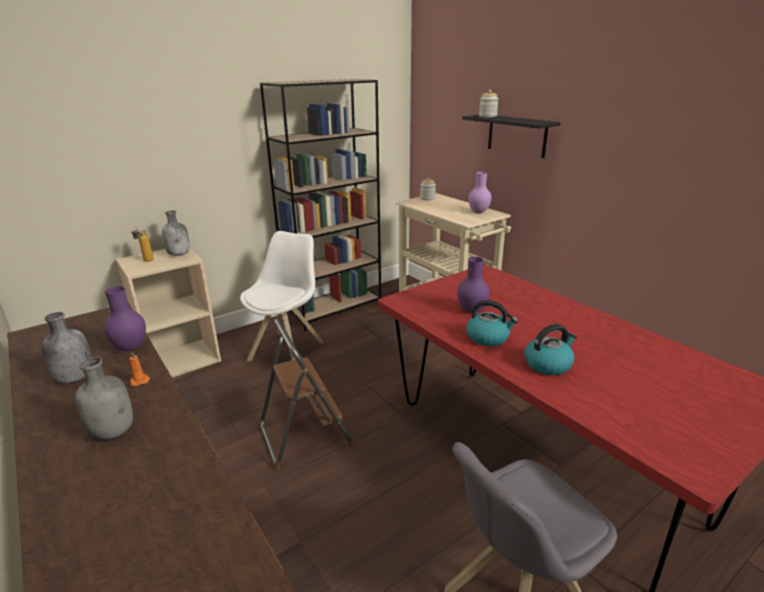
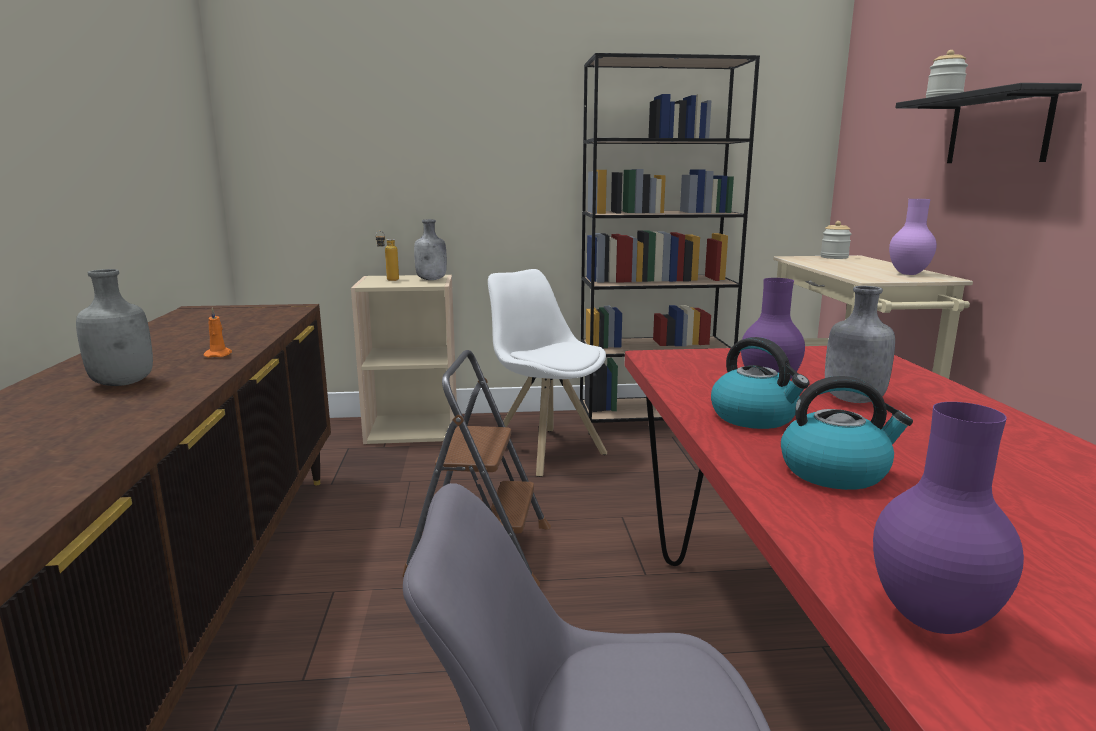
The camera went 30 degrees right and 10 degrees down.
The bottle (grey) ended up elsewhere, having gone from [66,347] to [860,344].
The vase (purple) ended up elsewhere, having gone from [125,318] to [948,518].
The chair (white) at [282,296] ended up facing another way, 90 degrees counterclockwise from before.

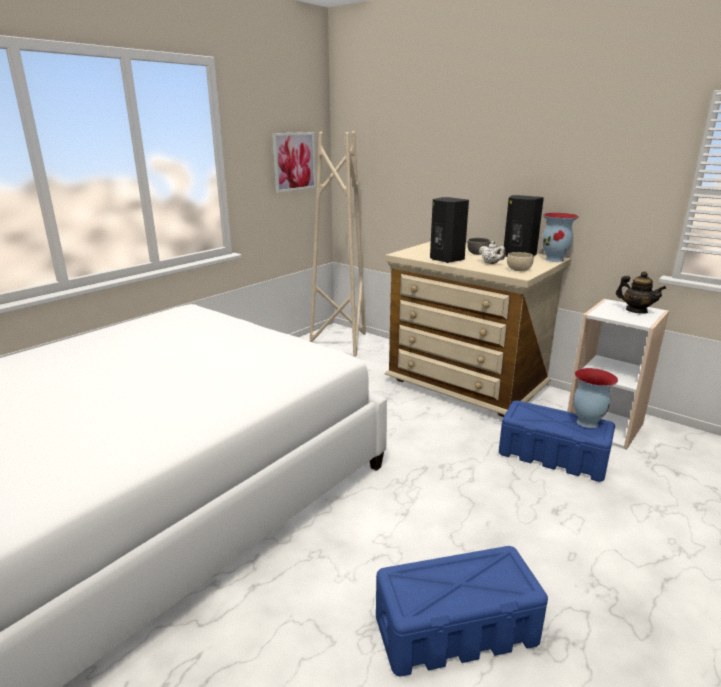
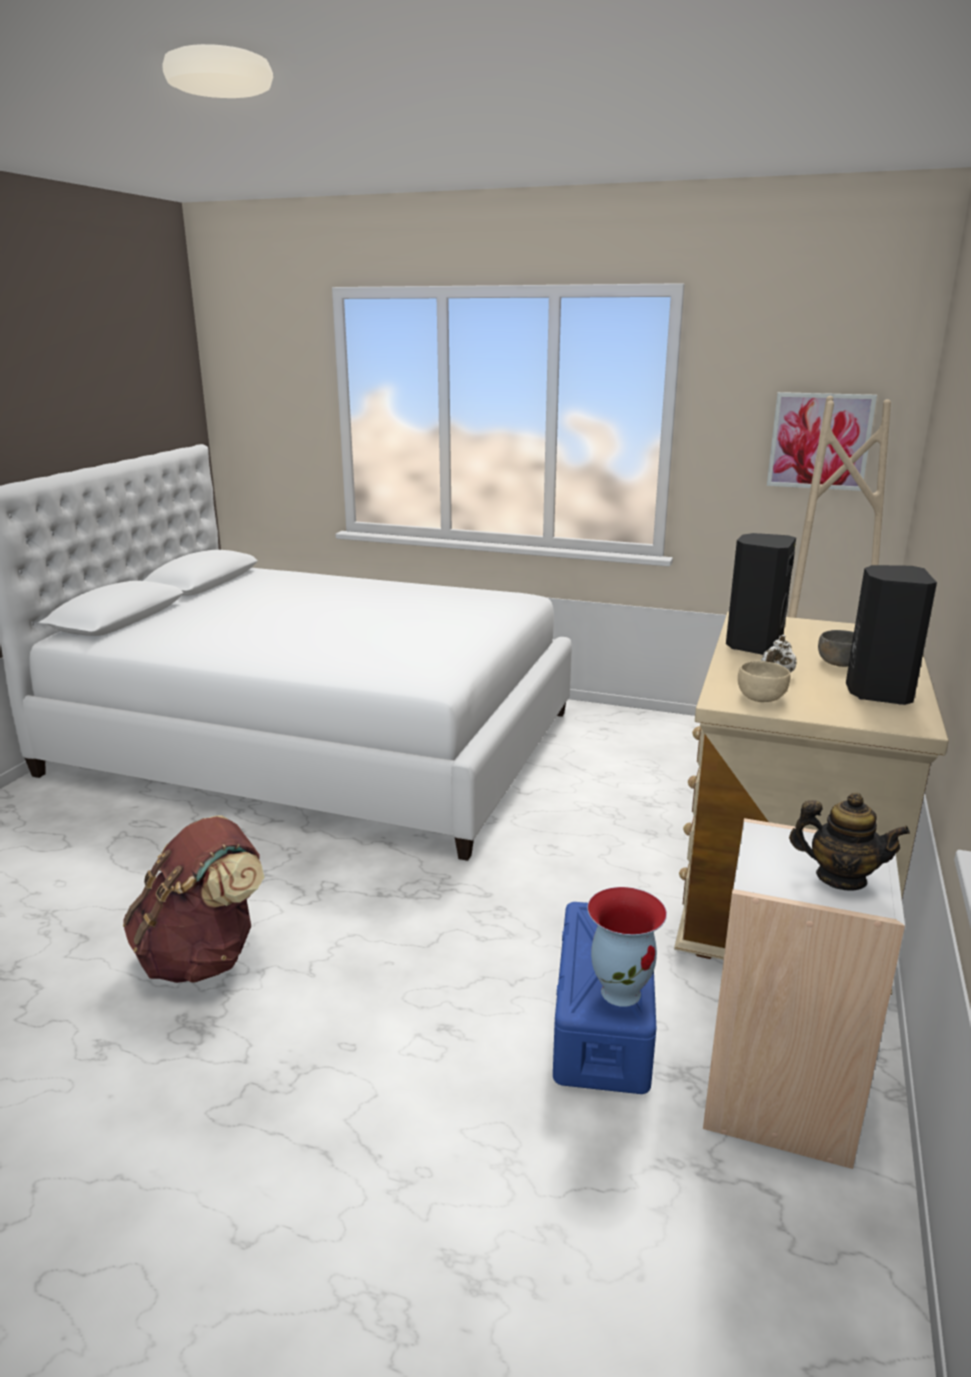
The camera went 70 degrees right and 0 degrees up.
The second view lost the vase at [560,237].
Where the storage box (blue) stood at [462,611], the backpack (brown) came to stand at [194,899].
The teapot at [641,292] ended up facing another way, 90 degrees counterclockwise from before.

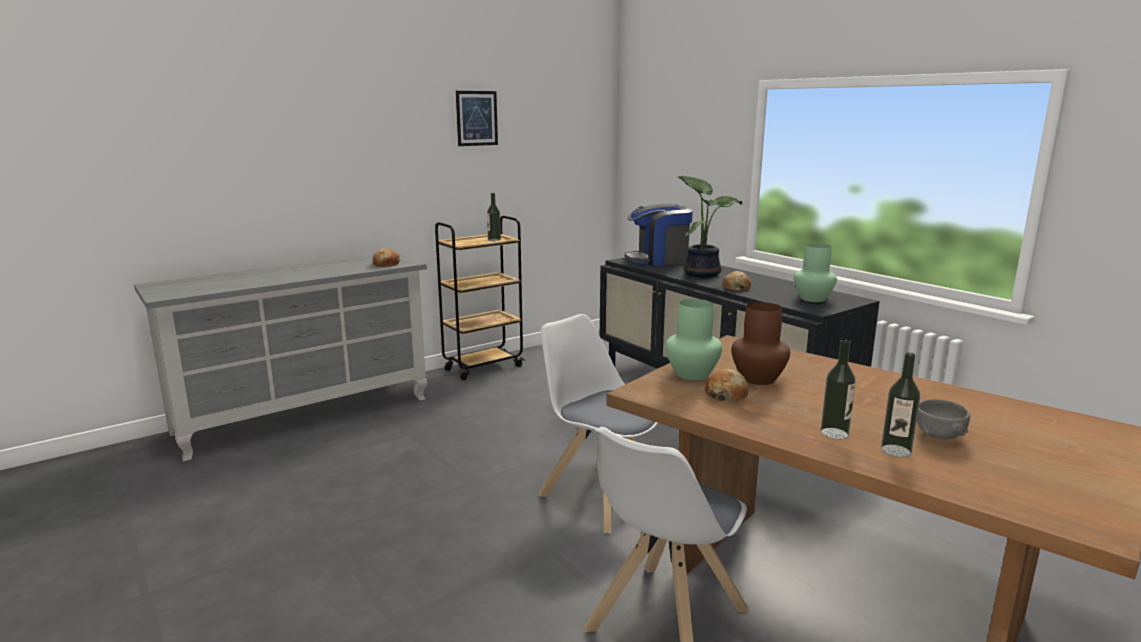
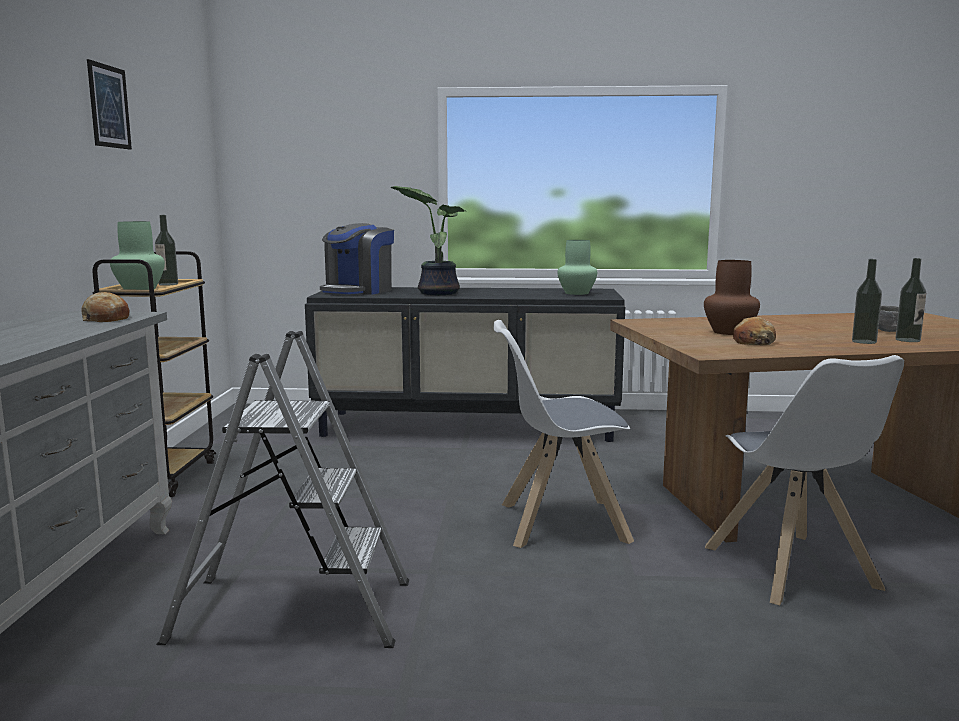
The camera went 50 degrees left and 5 degrees down.
The second view lost the bread at [737,281].
The second view gained the step ladder (grey) at [282,489].
The vase (green) ended up elsewhere, having gone from [693,339] to [137,255].

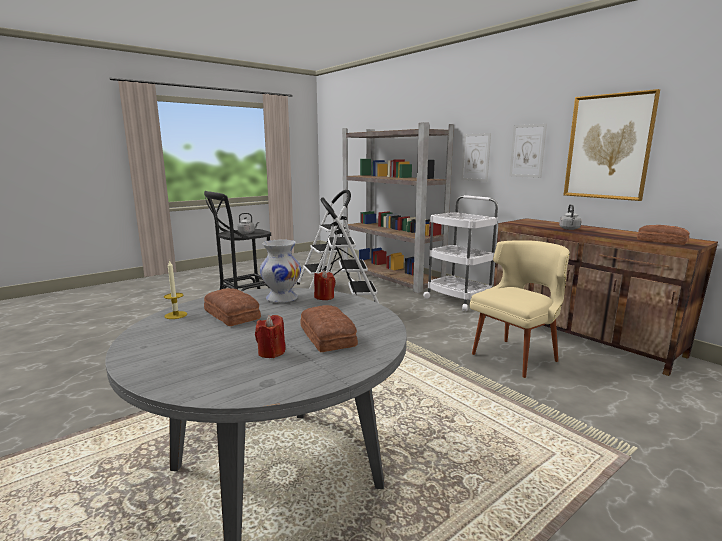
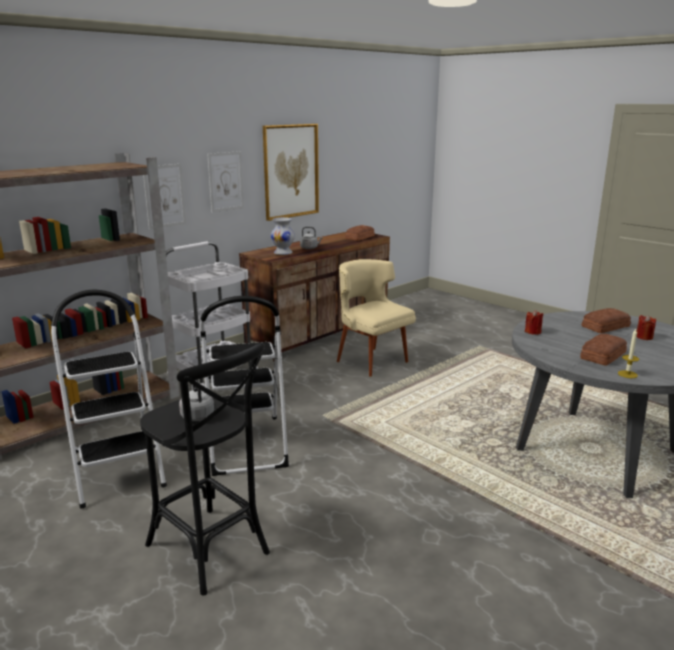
The camera went 95 degrees left and 5 degrees up.
The vase (white) ended up elsewhere, having gone from [280,271] to [283,236].

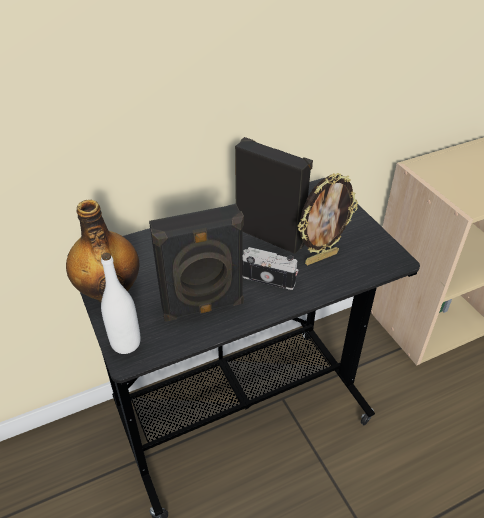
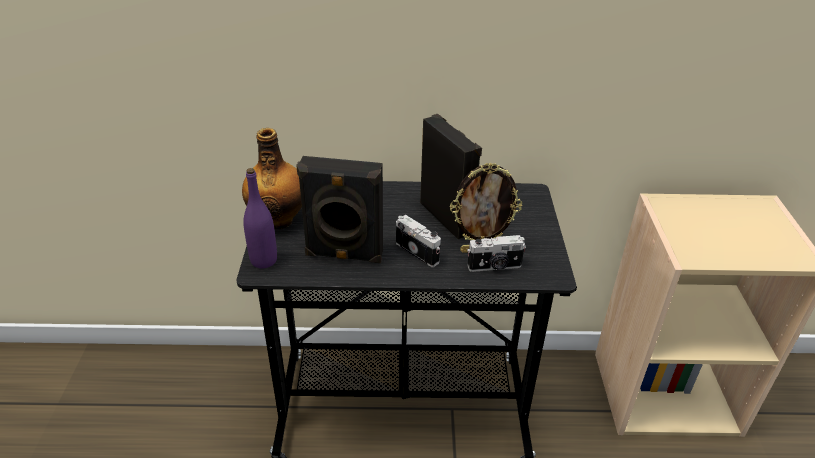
The camera went 25 degrees right and 5 degrees down.
The second view gained the photo camera at [496,253].
What was the bottle (white) at [121,303] turned into the bottle (purple) at [260,218].

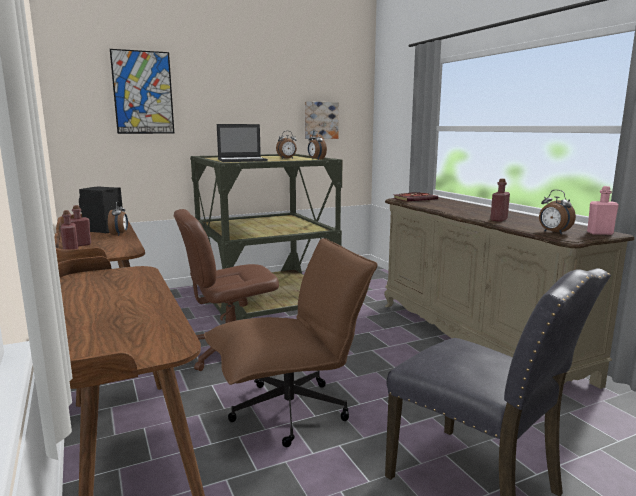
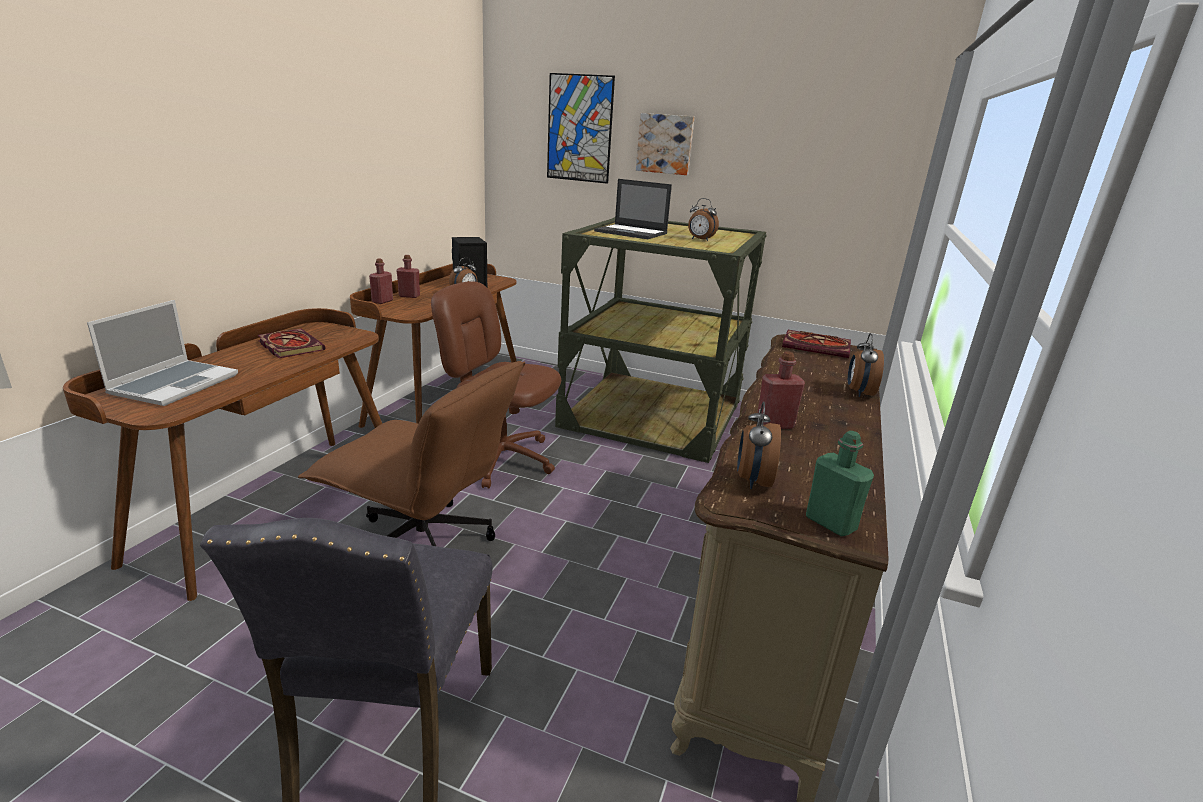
The camera went 45 degrees right and 10 degrees up.
The second view gained the laptop at [162,353].
The second view gained the book at [292,343].
The picture ended up elsewhere, having gone from [322,120] to [665,144].
The alarm clock ended up elsewhere, having gone from [317,145] to [866,365].
What was the bottle (pink) at [603,210] turned into the bottle (green) at [840,483].

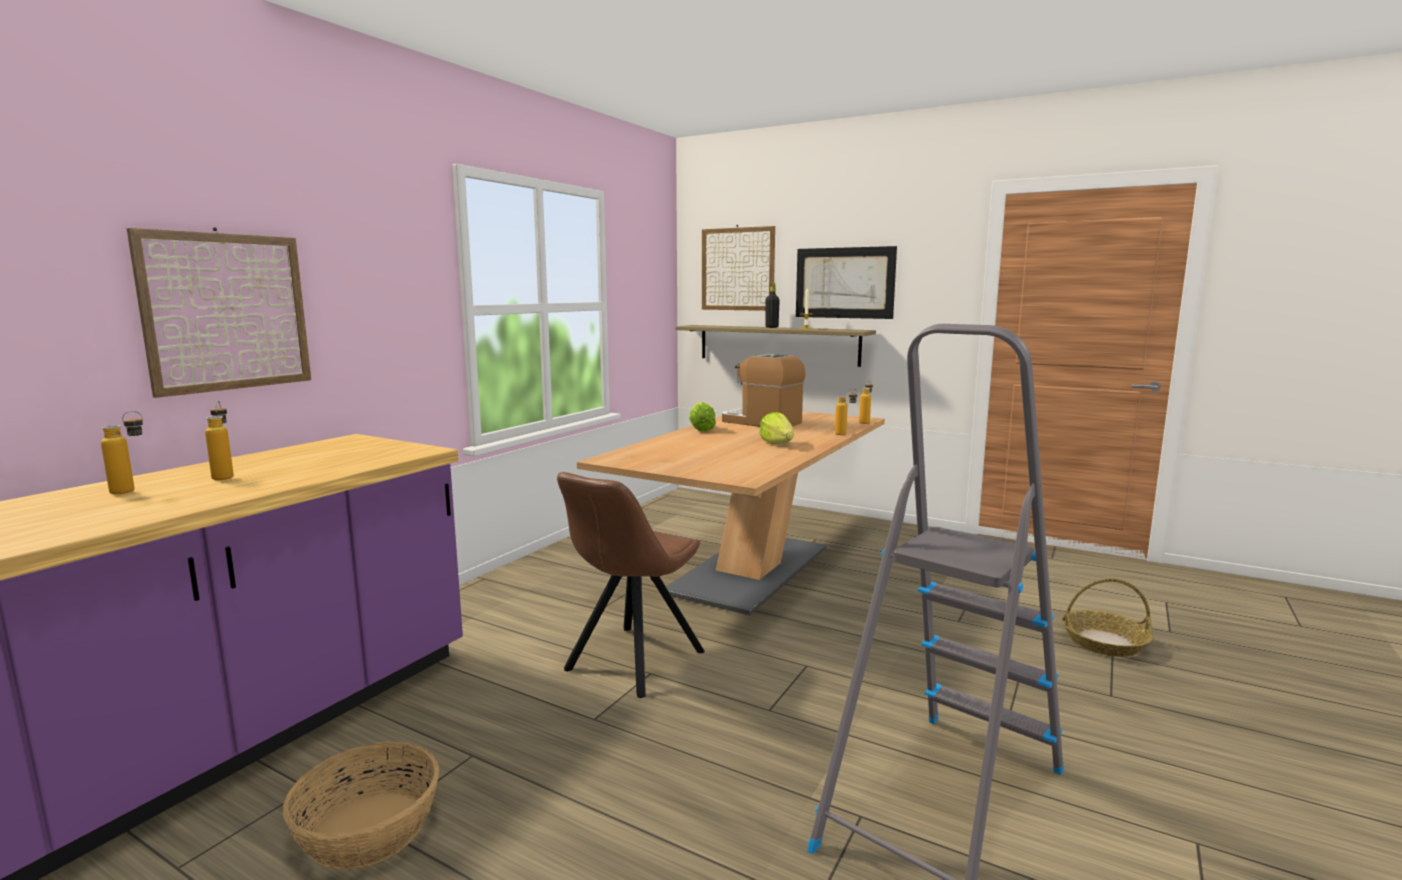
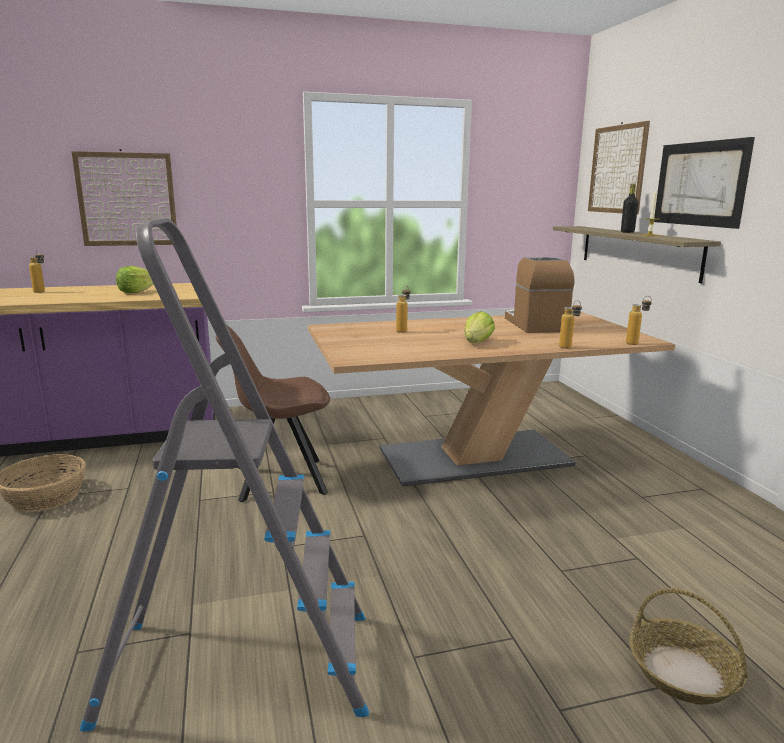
The camera went 45 degrees right and 5 degrees up.
The bottle ended up elsewhere, having gone from [219,440] to [403,309].
The lettuce ended up elsewhere, having gone from [702,417] to [134,279].

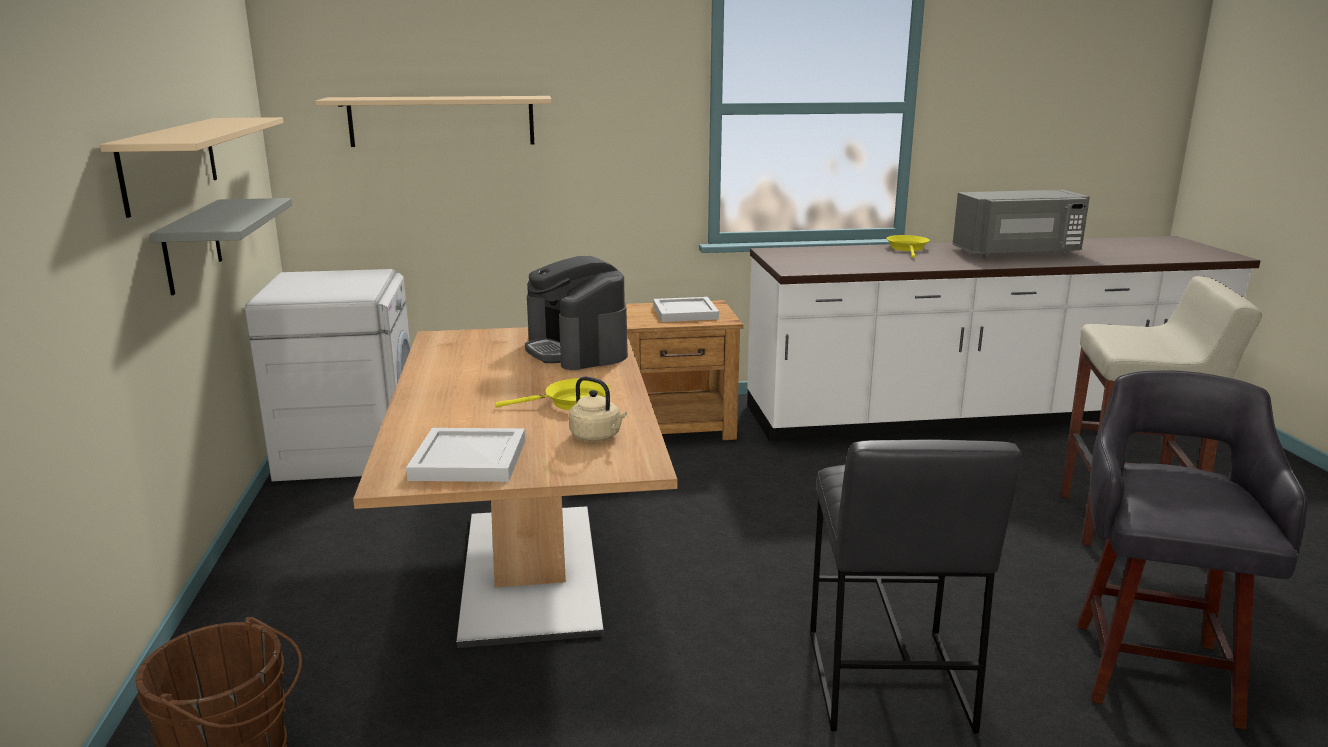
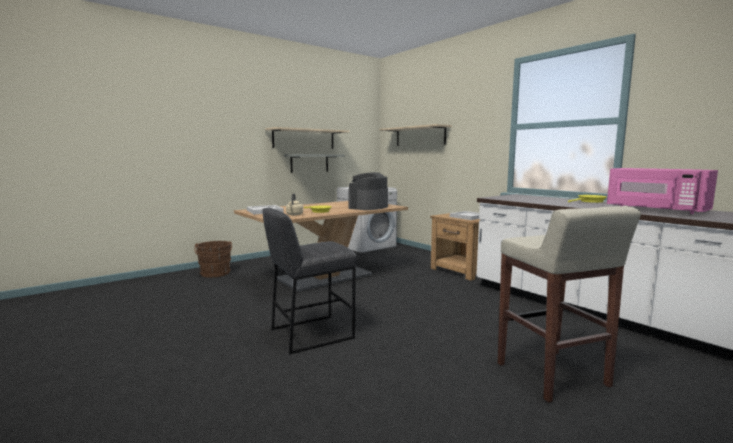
The camera went 60 degrees right and 10 degrees down.
The second view lost the stool (grey) at [1192,550].
What was the microwave (grey) at [1021,223] turned into the microwave (pink) at [662,191].

